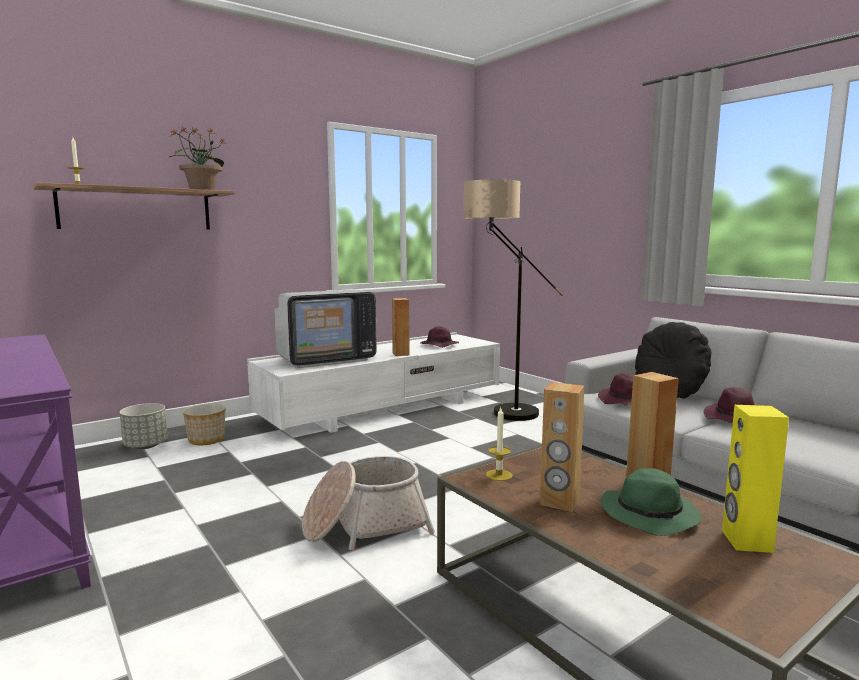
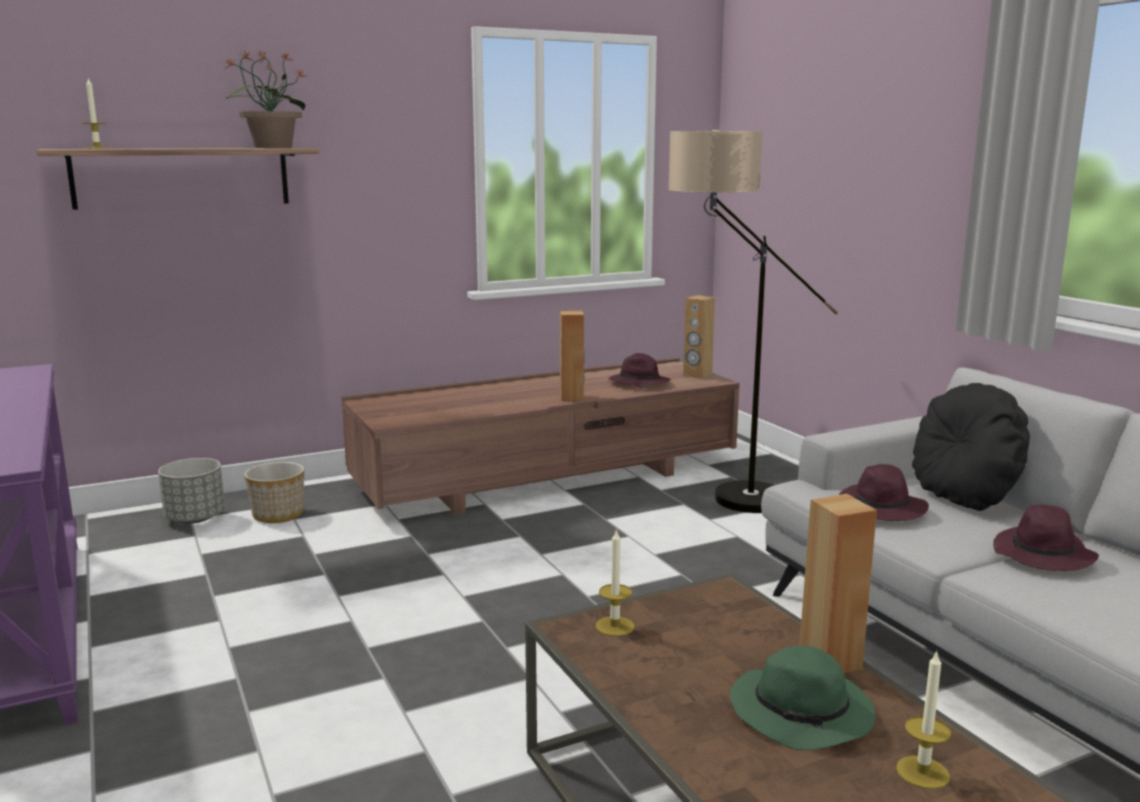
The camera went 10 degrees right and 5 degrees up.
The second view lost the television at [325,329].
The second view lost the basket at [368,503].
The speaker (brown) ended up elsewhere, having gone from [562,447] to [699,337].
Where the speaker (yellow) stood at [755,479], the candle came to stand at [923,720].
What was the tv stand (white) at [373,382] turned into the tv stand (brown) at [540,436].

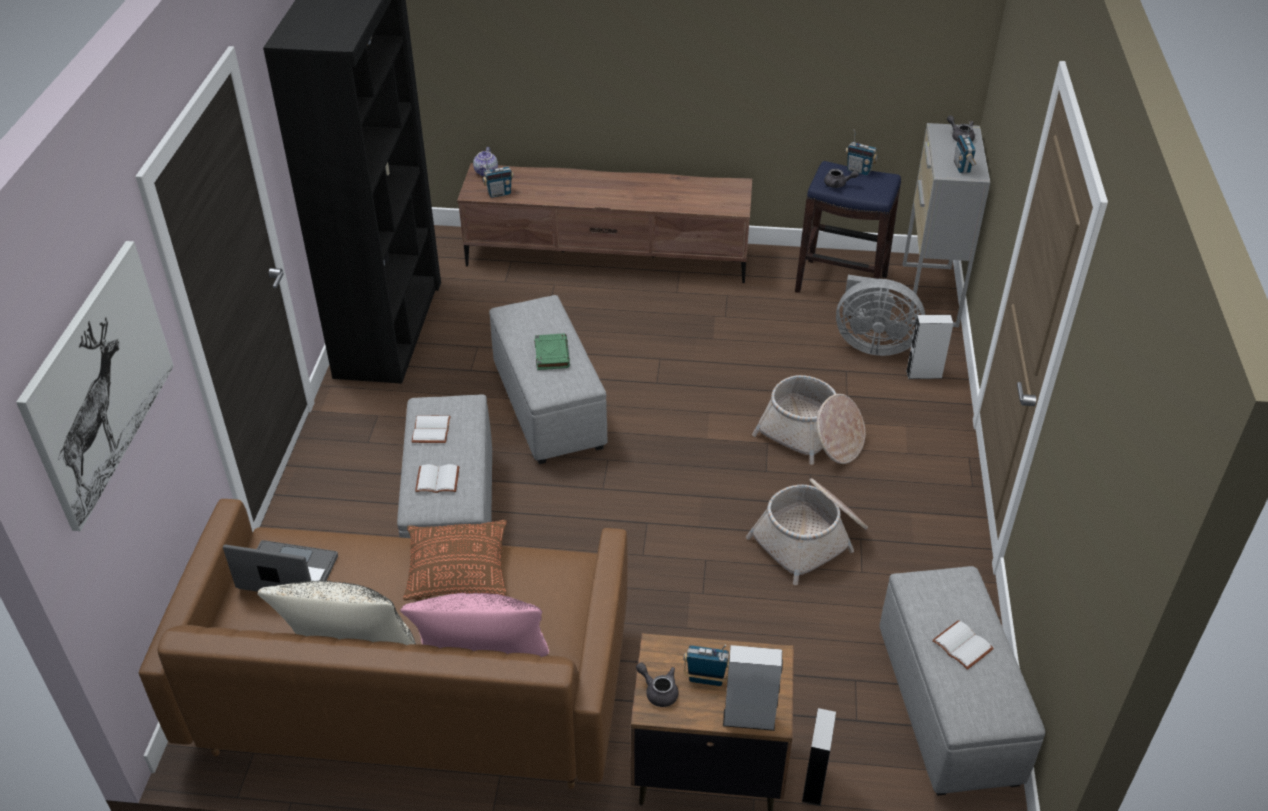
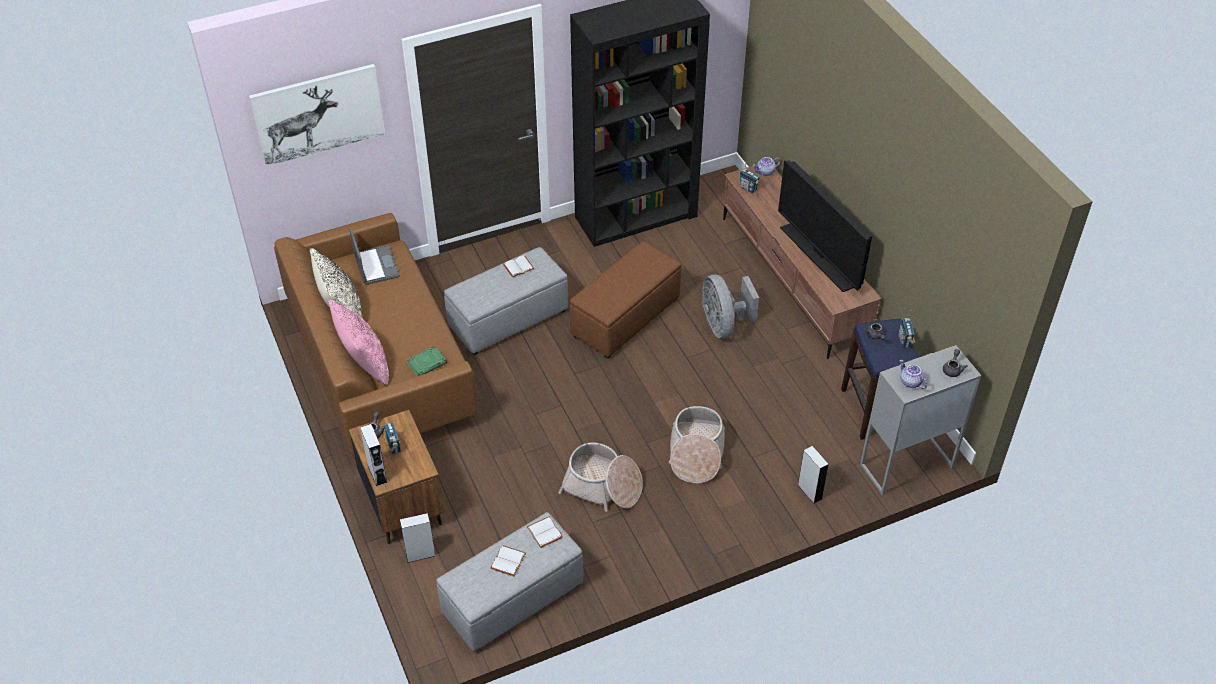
The camera went 60 degrees right and 5 degrees up.
The second view lost the pillow (brown) at [455,560].
The second view gained the television at [825,226].
The book (white) ended up elsewhere, having gone from [437,478] to [545,532].
The book (green) ended up elsewhere, having gone from [552,351] to [427,361].
The fan (grey) ended up elsewhere, having gone from [880,315] to [730,306].
Where the radio stood at [965,147], the teapot came to stand at [913,374].
What was the ottoman (grey) at [548,379] turned into the ottoman (brown) at [625,300].

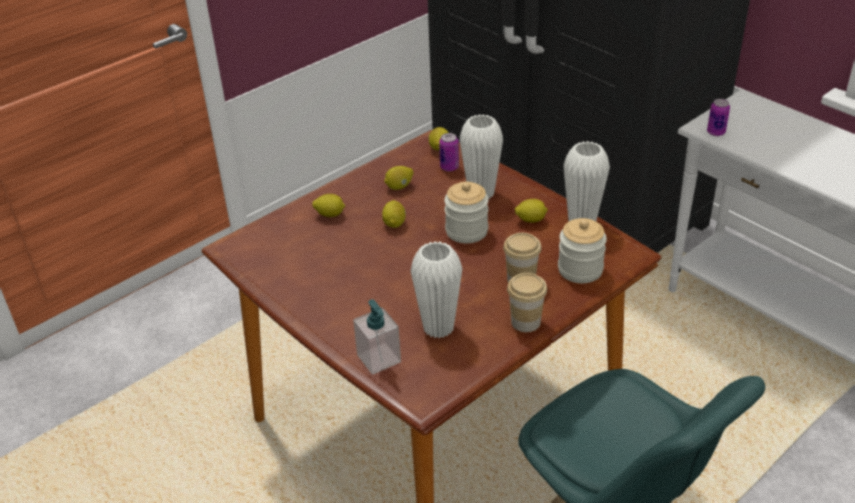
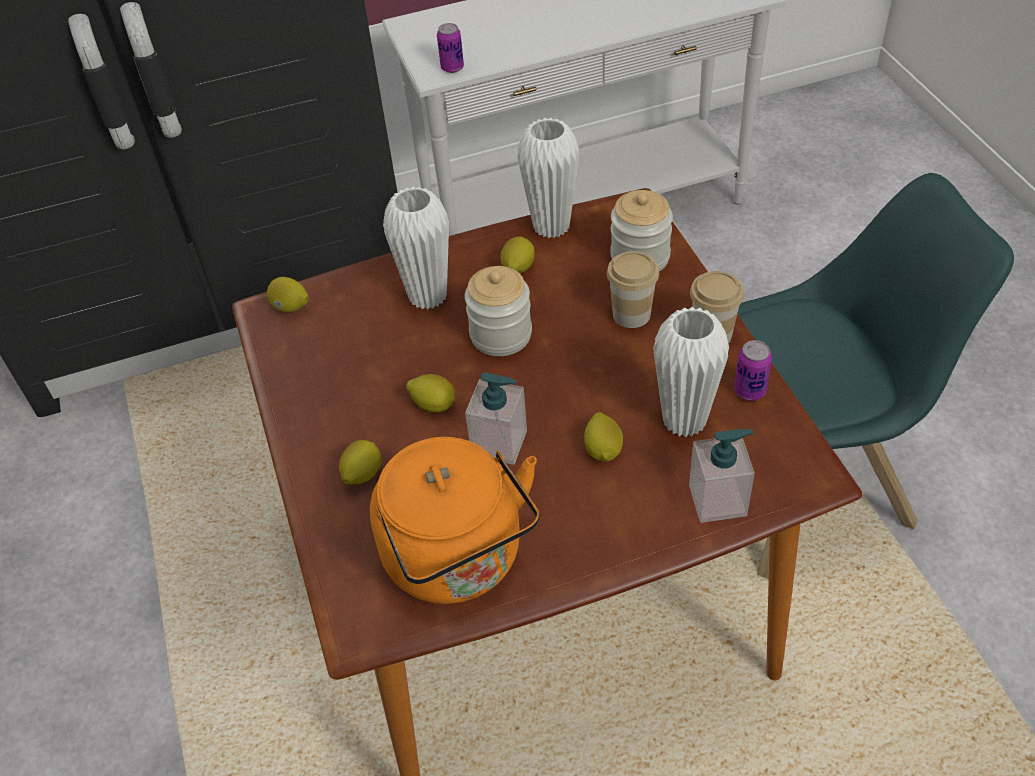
The camera went 65 degrees left and 10 degrees up.
The second view gained the kettle (orange) at [454,520].
The second view gained the soap dispenser at [496,418].
The lemon ended up elsewhere, having gone from [399,178] to [603,437].
The can ended up elsewhere, having gone from [449,152] to [753,370].

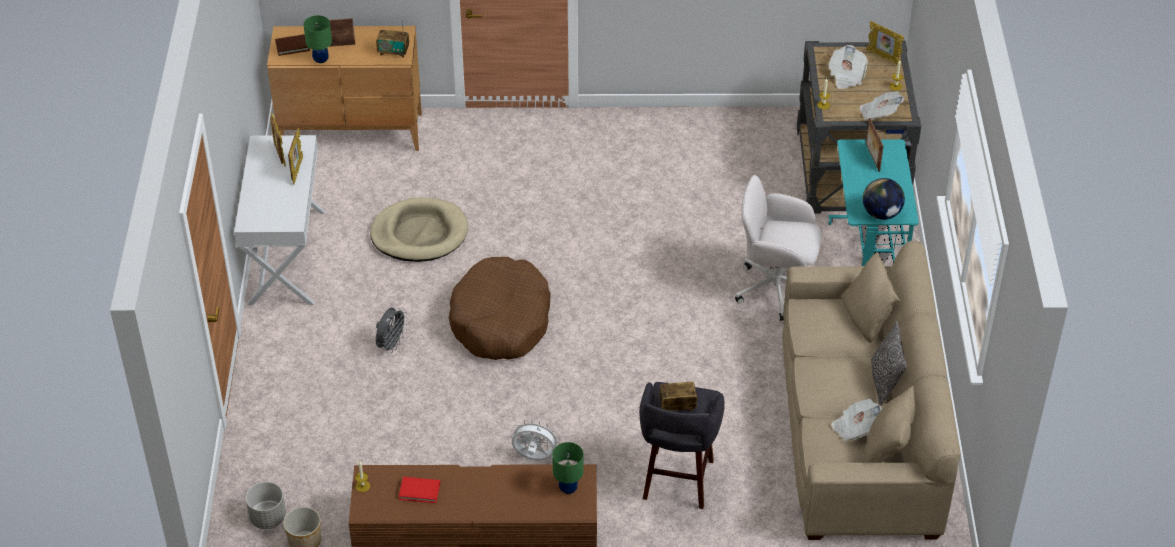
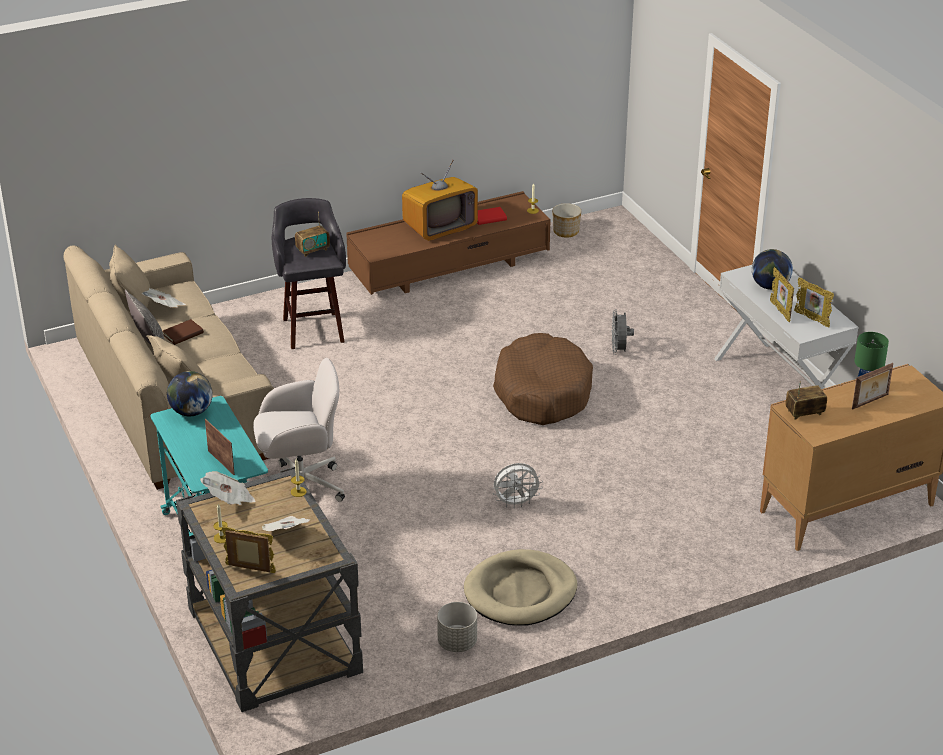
The camera went 155 degrees right and 10 degrees down.
The second view lost the table lamp (green) at [568,468].
The second view gained the television at [440,200].
The second view gained the globe at [772,269].
The planter (grey) ended up elsewhere, having gone from [266,505] to [457,627].
The book (brown) ended up elsewhere, having gone from [292,45] to [183,332].
The dog bed (beige) ended up elsewhere, having gone from [419,229] to [520,587].
The fan (white) ended up elsewhere, having gone from [535,440] to [518,485].

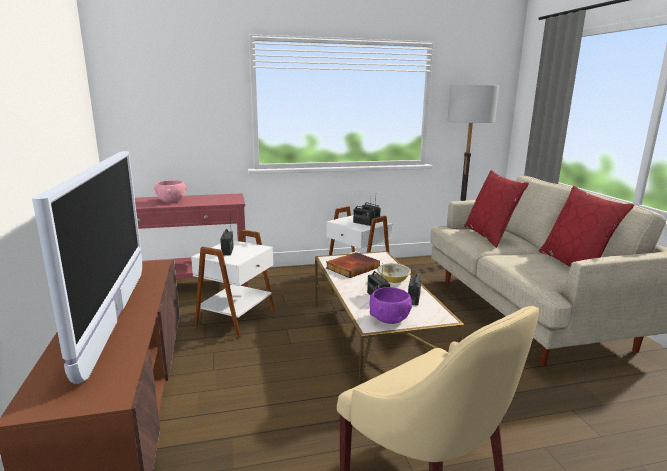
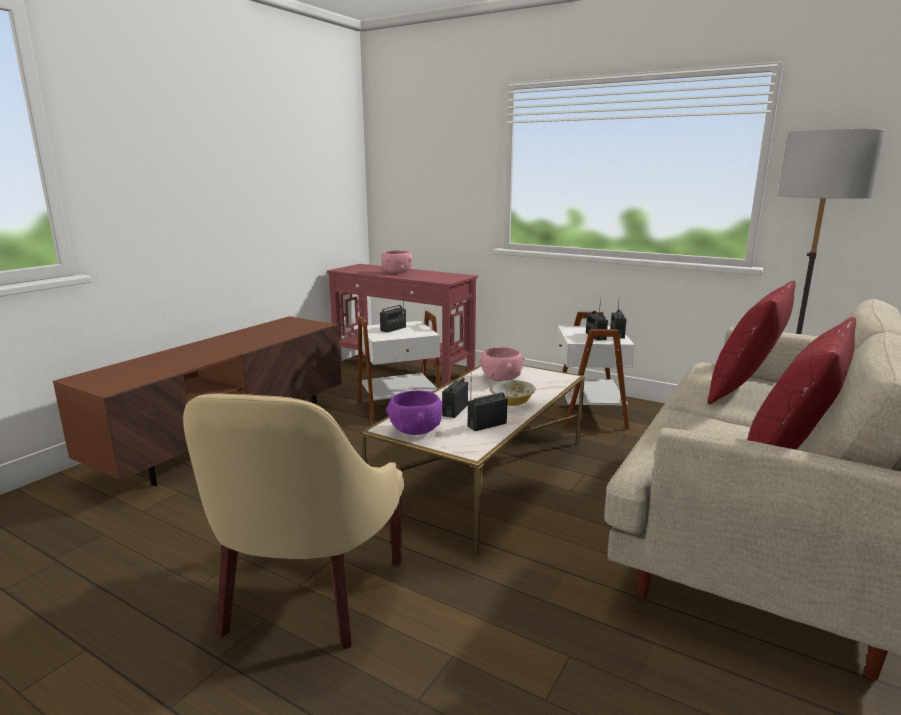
The camera went 45 degrees right and 0 degrees up.
The second view lost the television at [87,267].
Where the book stood at [353,265], the bowl (pink) came to stand at [501,364].

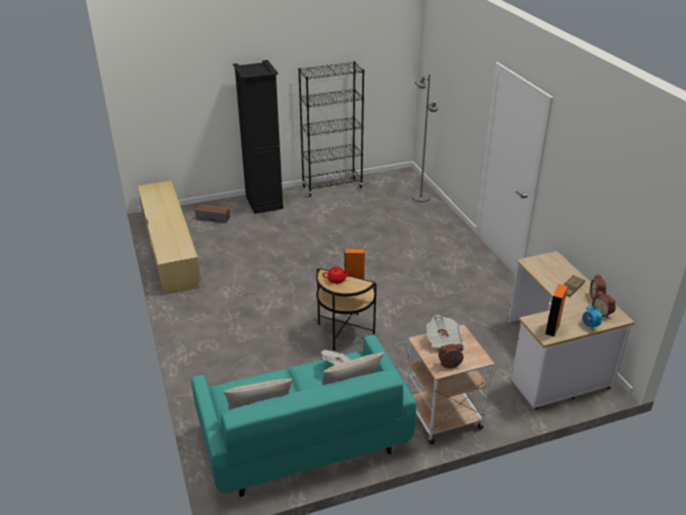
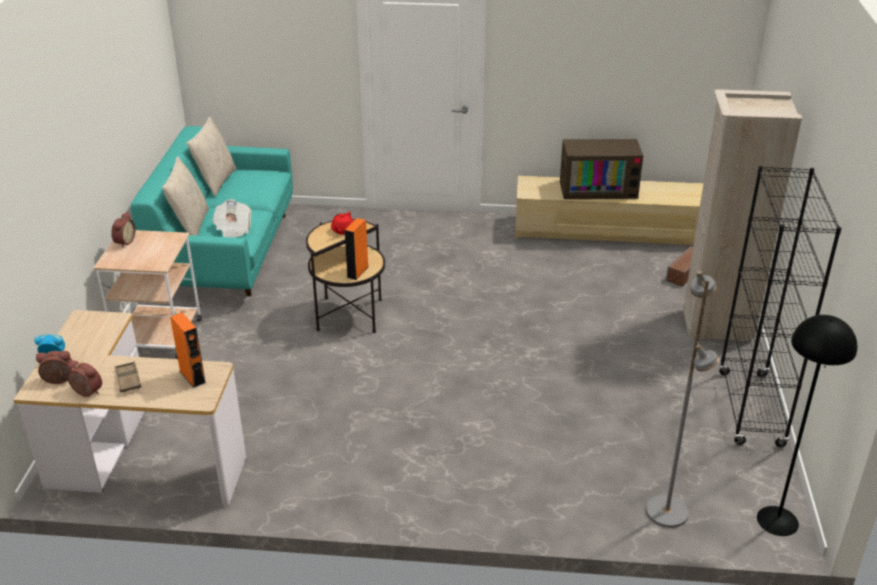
The camera went 115 degrees right and 0 degrees up.
The second view lost the newspaper at [444,332].
The second view gained the television at [601,169].
The second view gained the floor lamp (black) at [807,425].
The speaker (orange) ended up elsewhere, having gone from [556,310] to [188,350].
What was the cabinet (black) at [258,137] turned into the cabinet (beige) at [743,215].

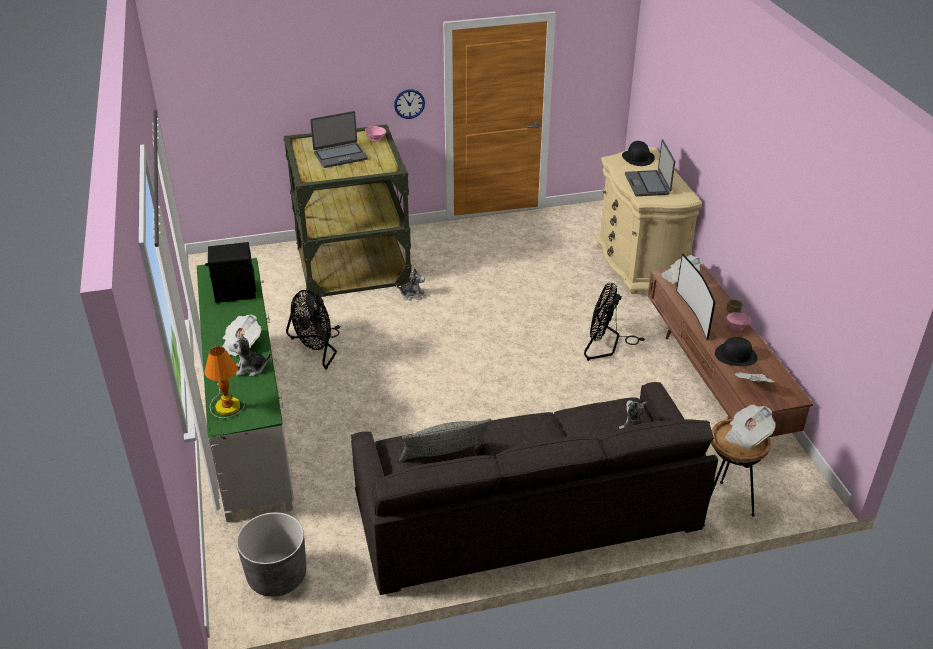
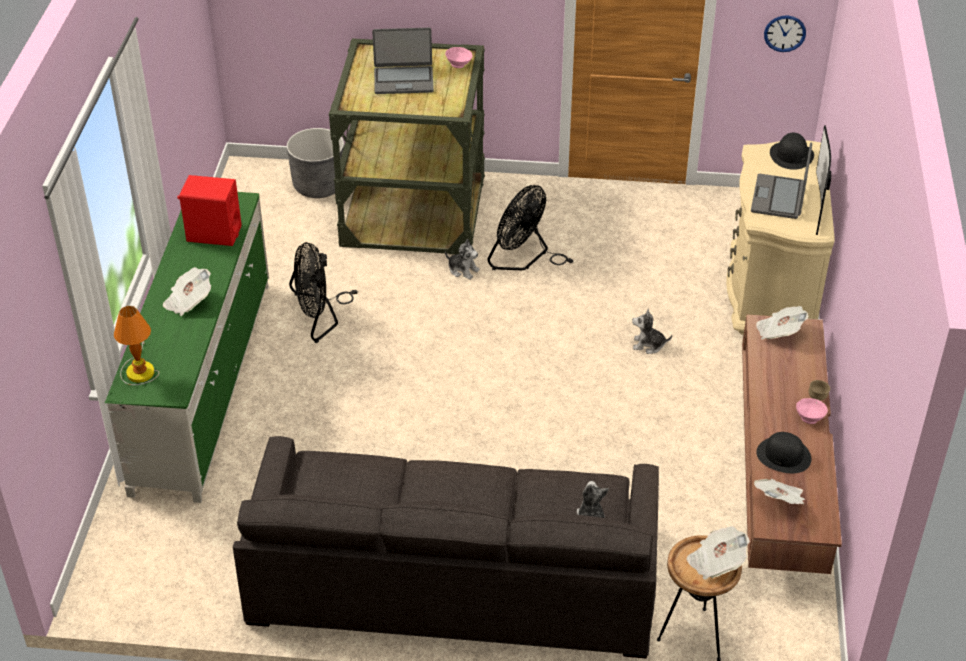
The camera went 20 degrees right and 5 degrees up.
The second view lost the pillow (grey) at [445,440].
The plush toy ended up elsewhere, having gone from [249,355] to [652,331].
The planter (grey) ended up elsewhere, having gone from [271,554] to [315,163].
The wall clock ended up elsewhere, having gone from [409,104] to [785,33].
The fan (black) ended up elsewhere, having gone from [614,321] to [530,227].
The television ended up elsewhere, having gone from [695,297] to [823,180].
What was the speaker (black) at [230,272] turned into the speaker (red) at [209,210].

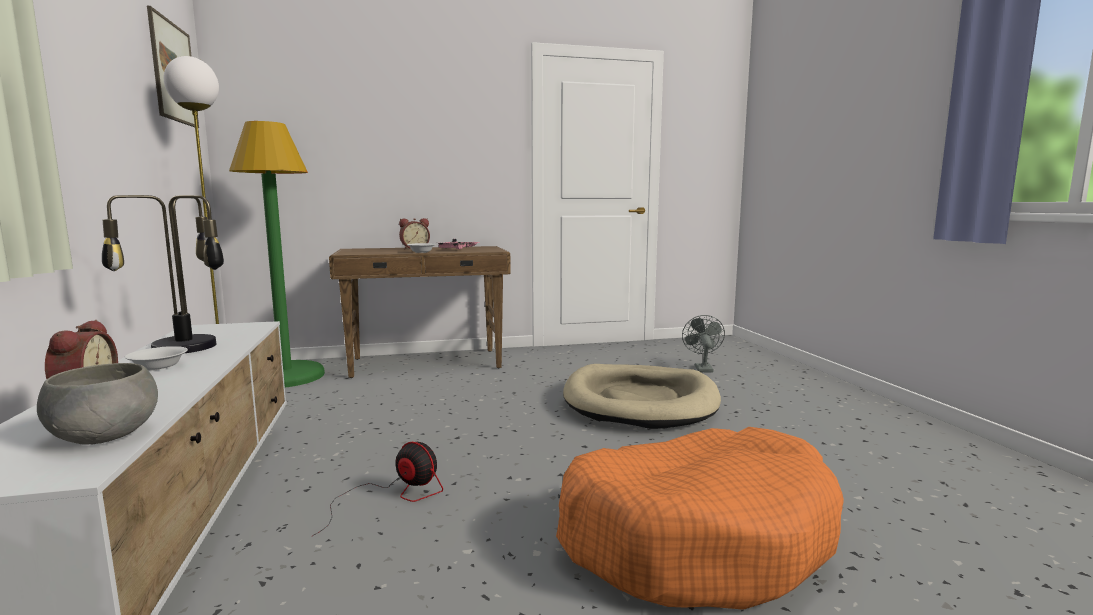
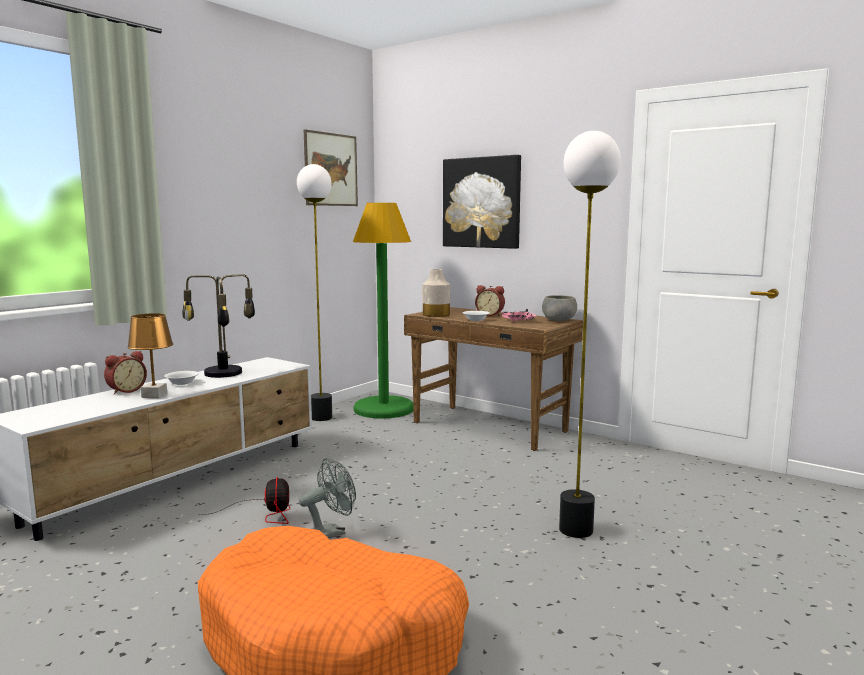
The camera went 50 degrees right and 0 degrees up.
The second view gained the table lamp (brown) at [150,355].
The second view gained the vase (beige) at [436,293].
The second view gained the picture at [482,202].
The bowl (grey) ended up elsewhere, having gone from [97,404] to [559,308].
The fan (grey) ended up elsewhere, having gone from [703,344] to [327,498].
Where the dog bed (beige) stood at [642,396], the floor lamp came to stand at [590,334].

